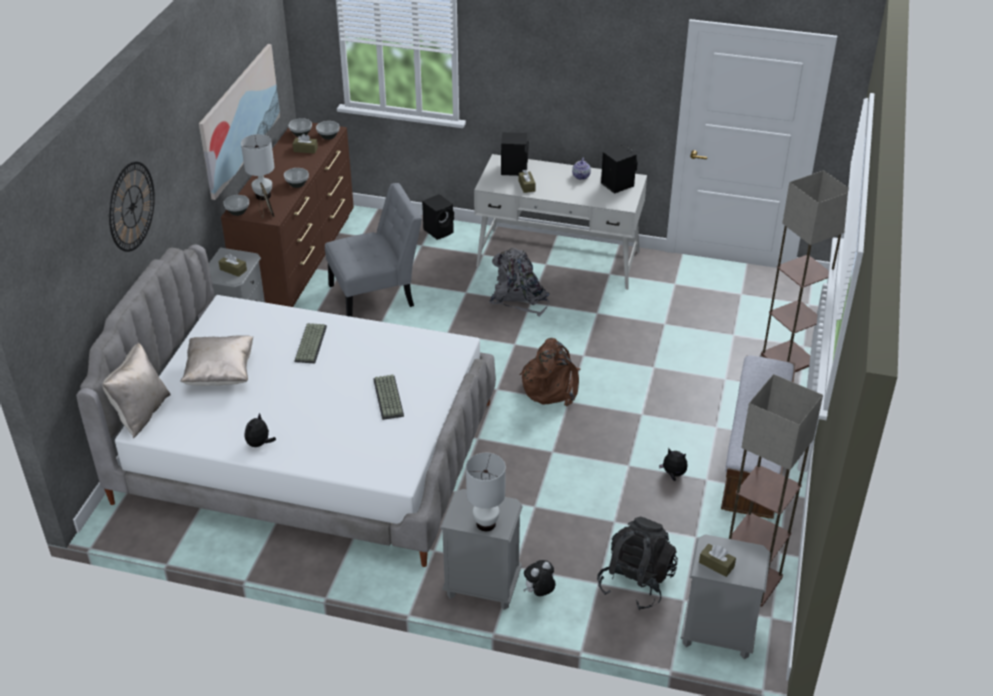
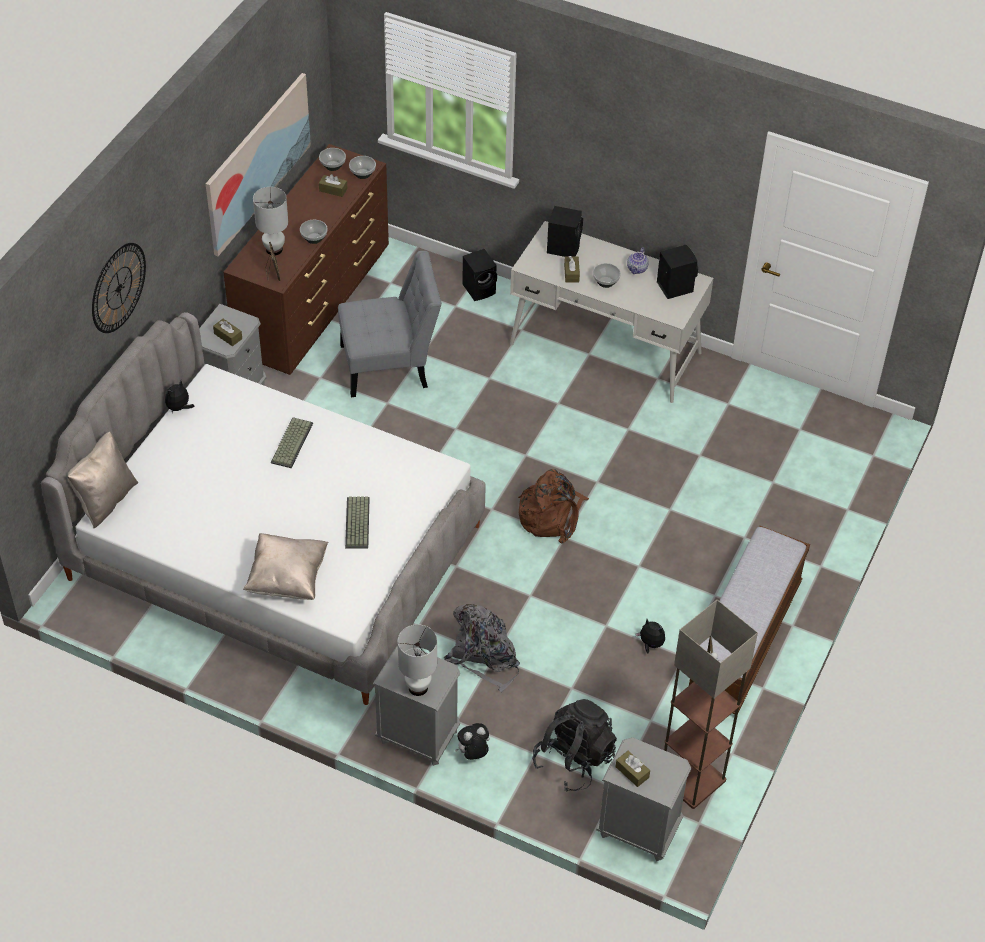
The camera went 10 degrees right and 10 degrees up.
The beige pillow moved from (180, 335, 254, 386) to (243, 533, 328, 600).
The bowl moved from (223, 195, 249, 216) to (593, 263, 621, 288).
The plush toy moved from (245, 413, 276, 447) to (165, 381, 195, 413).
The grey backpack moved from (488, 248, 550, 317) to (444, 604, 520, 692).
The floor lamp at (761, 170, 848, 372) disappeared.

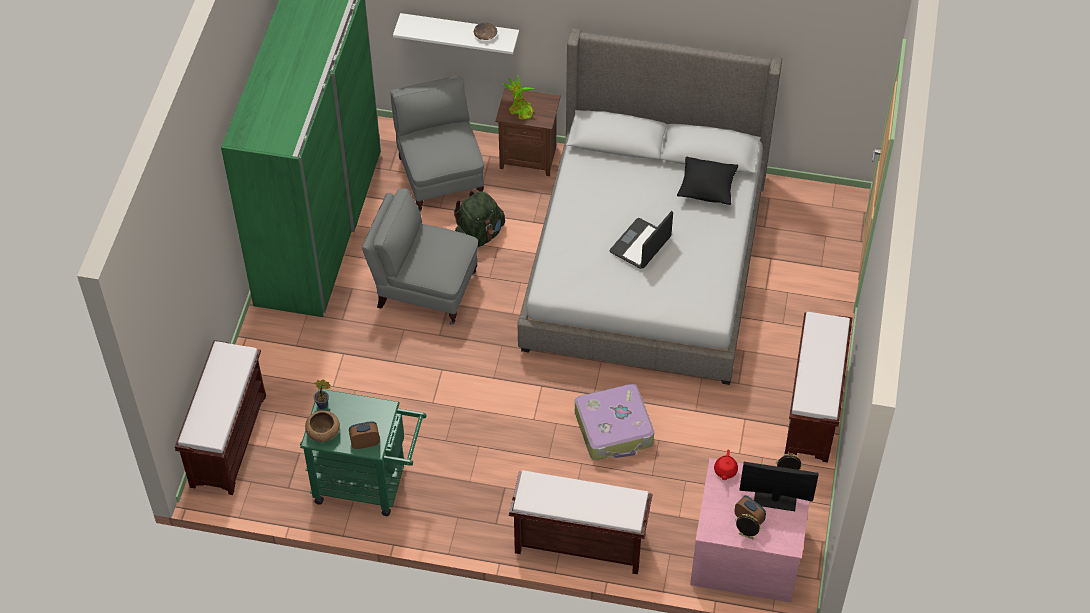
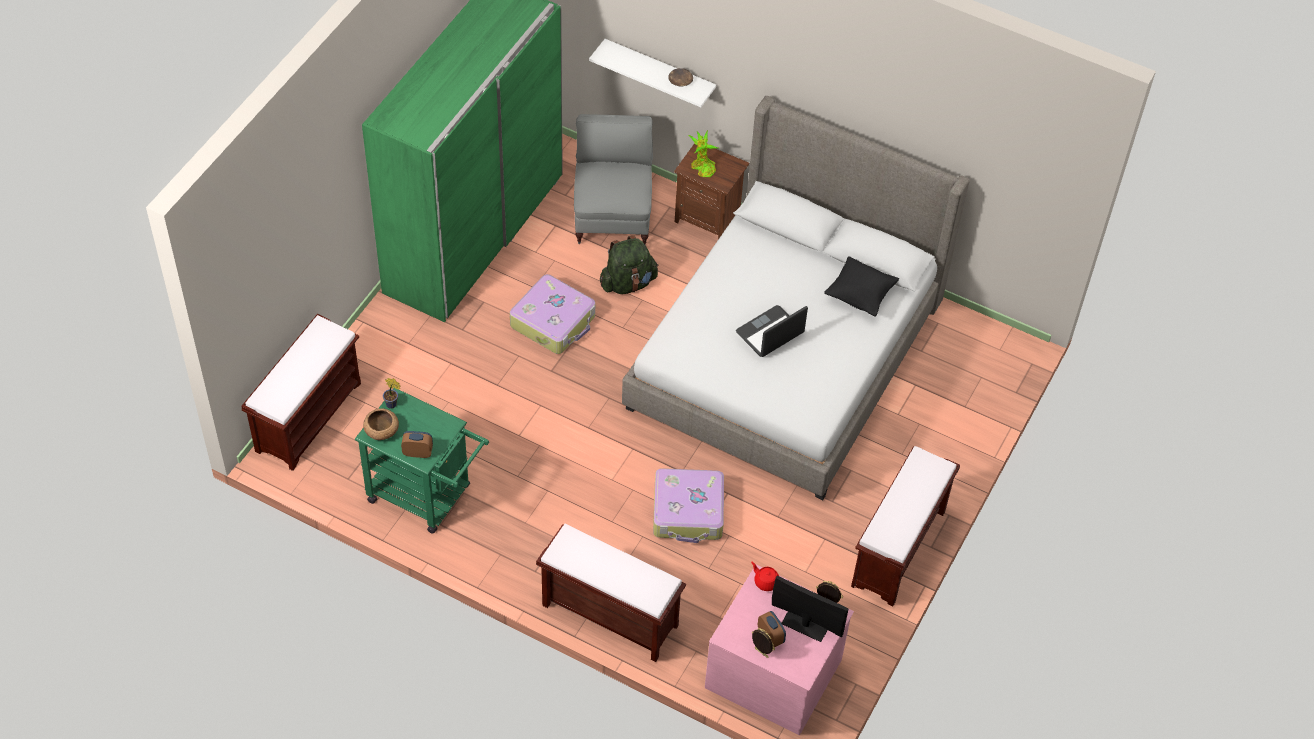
The camera went 15 degrees right and 0 degrees up.
The grey armchair at (362, 188, 478, 324) was replaced by the suitcase at (510, 274, 595, 354).
The red teapot at (714, 450, 738, 480) turned 105 degrees clockwise.

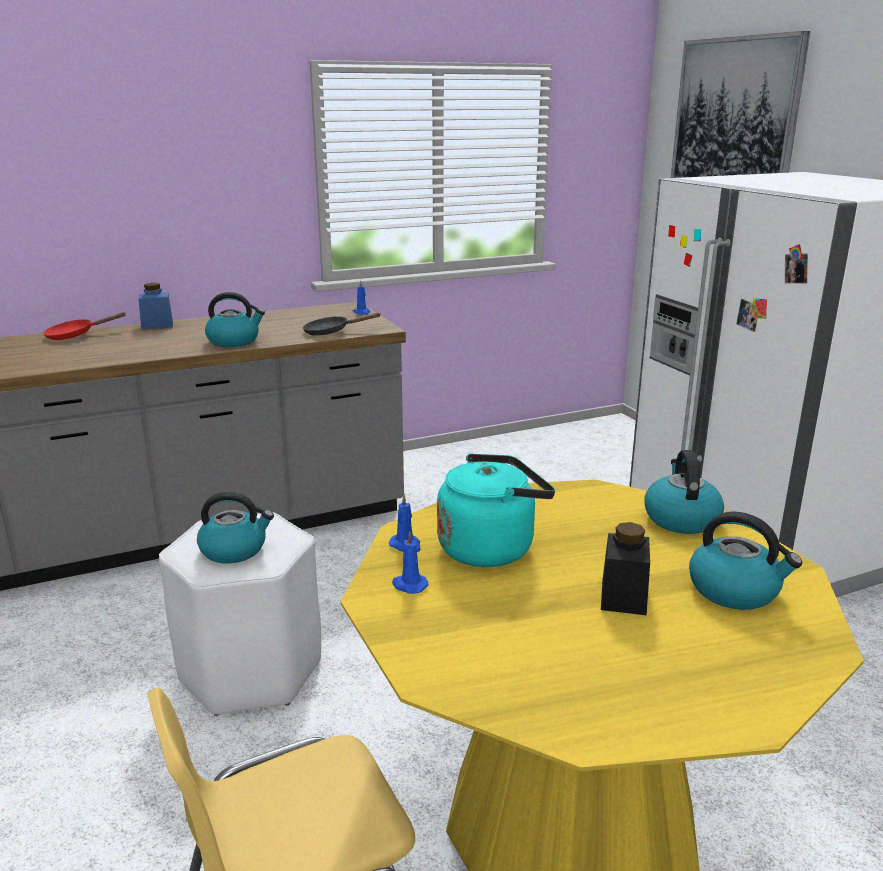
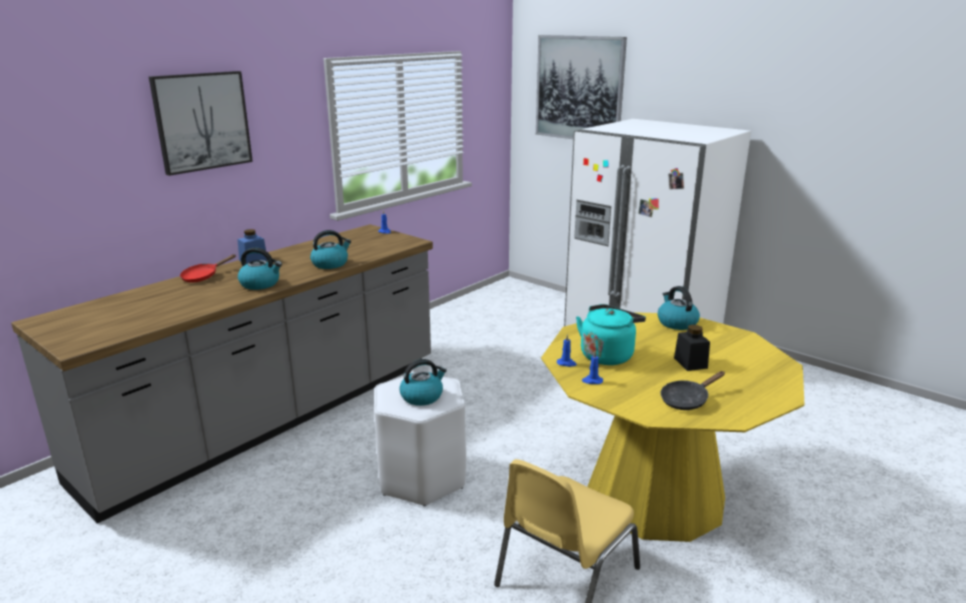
The camera went 25 degrees left and 0 degrees up.
The black frying pan moved from (303, 313, 381, 336) to (660, 371, 725, 410).
The kettle moved from (689, 511, 802, 610) to (238, 248, 282, 290).
The picture at (149, 71, 253, 176) appeared.

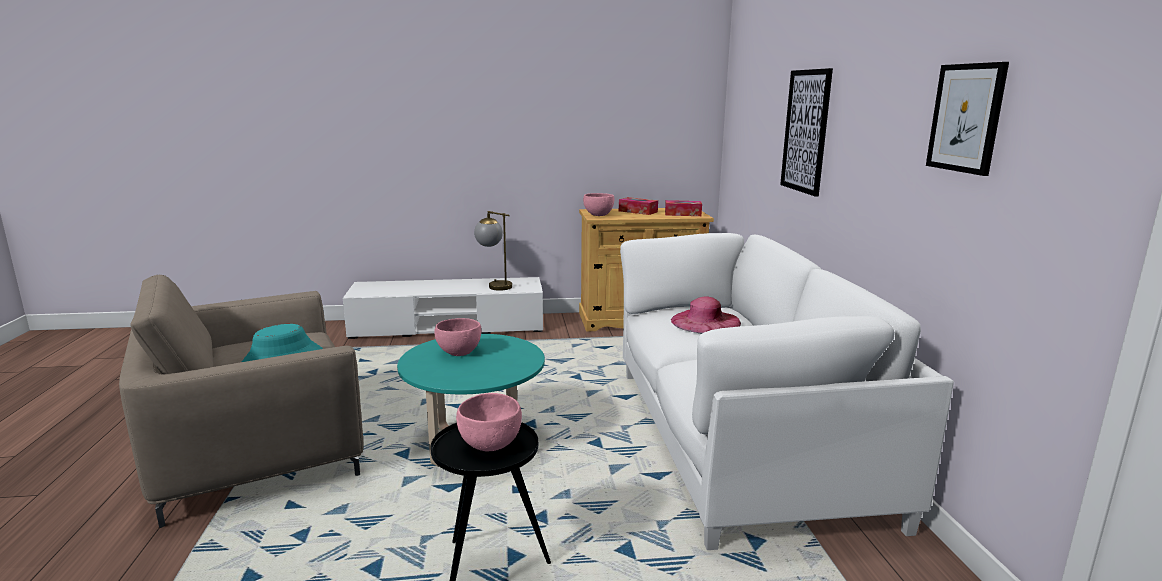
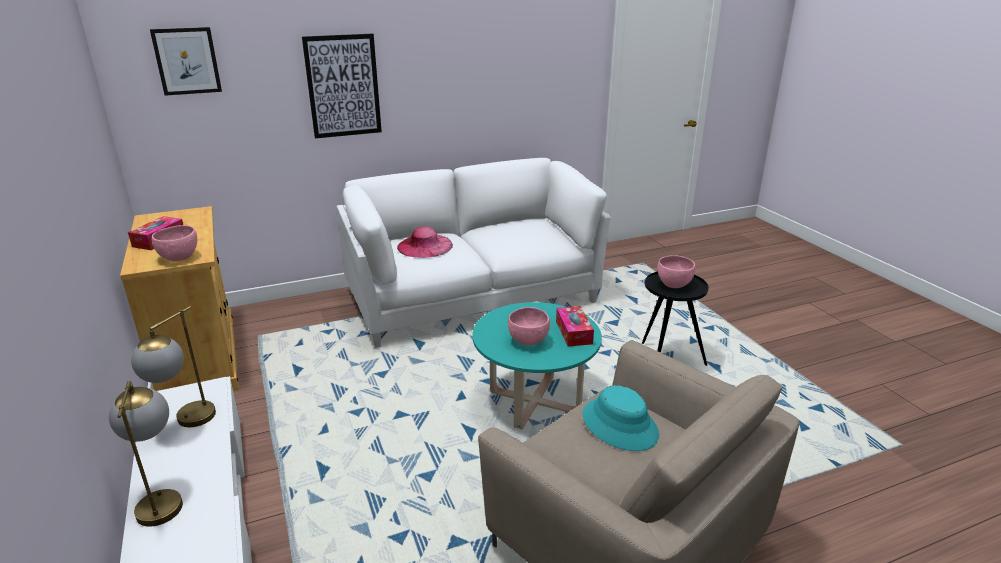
The camera went 105 degrees left and 10 degrees up.
The tissue box moved from (665, 200, 702, 216) to (556, 306, 594, 347).
The picture moved from (926, 62, 1009, 176) to (150, 27, 222, 96).
The table lamp at (109, 381, 183, 527) appeared.

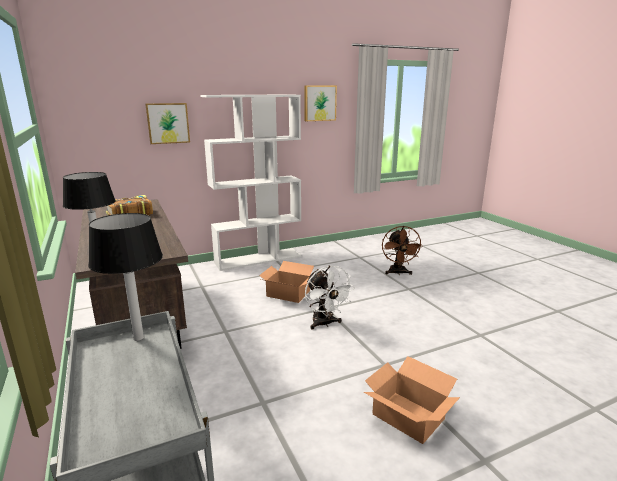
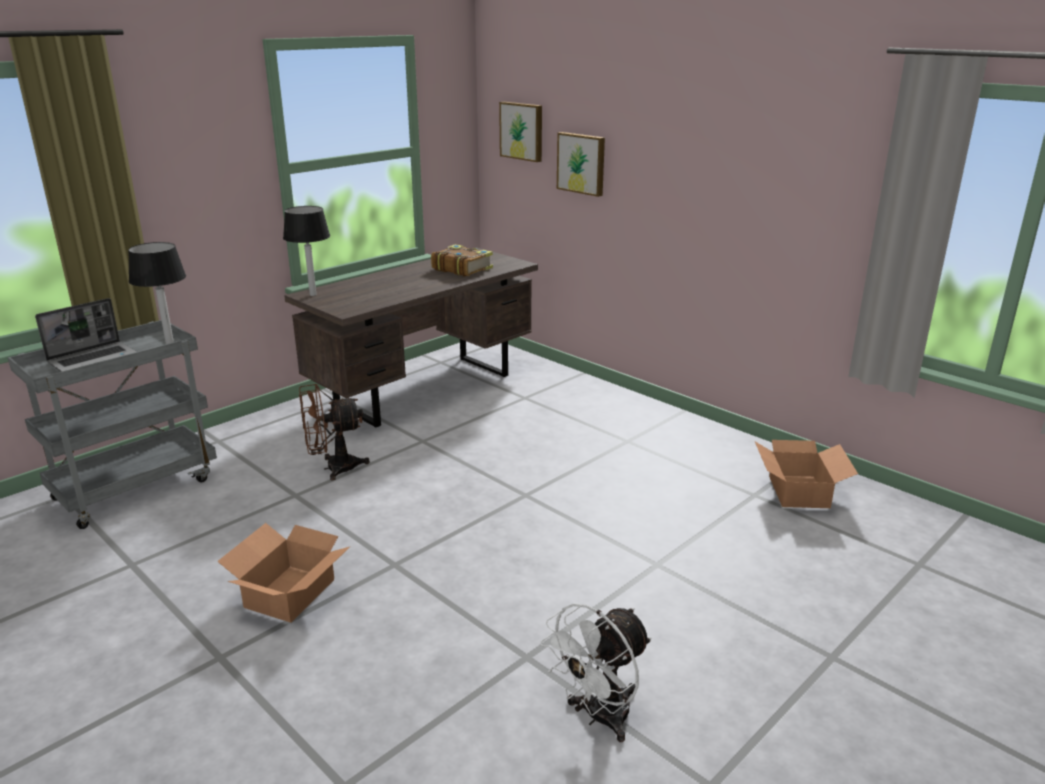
The camera went 70 degrees right and 5 degrees up.
The white bookcase at (201, 94, 302, 271) disappeared.
The cardboard box moved from (259, 261, 314, 303) to (755, 440, 858, 508).
The picture moved from (304, 85, 337, 121) to (499, 102, 542, 162).
The white fan moved from (305, 265, 355, 329) to (540, 603, 651, 742).
The brown fan moved from (382, 226, 423, 275) to (299, 384, 370, 481).
The laptop at (35, 298, 137, 372) appeared.

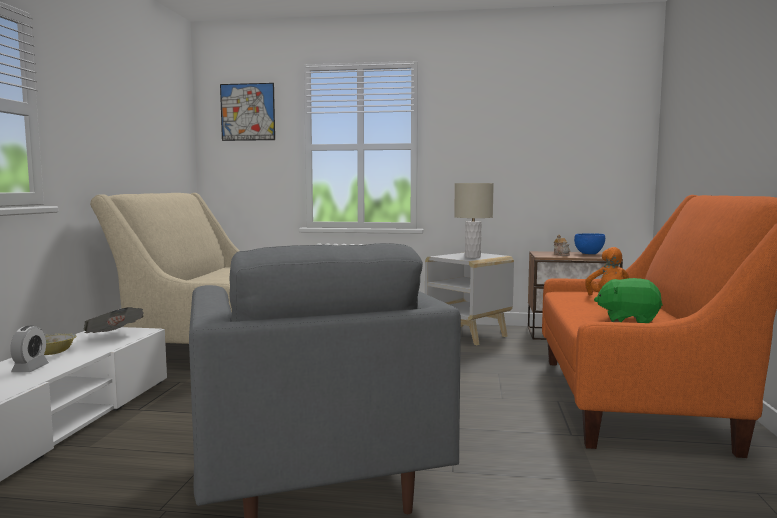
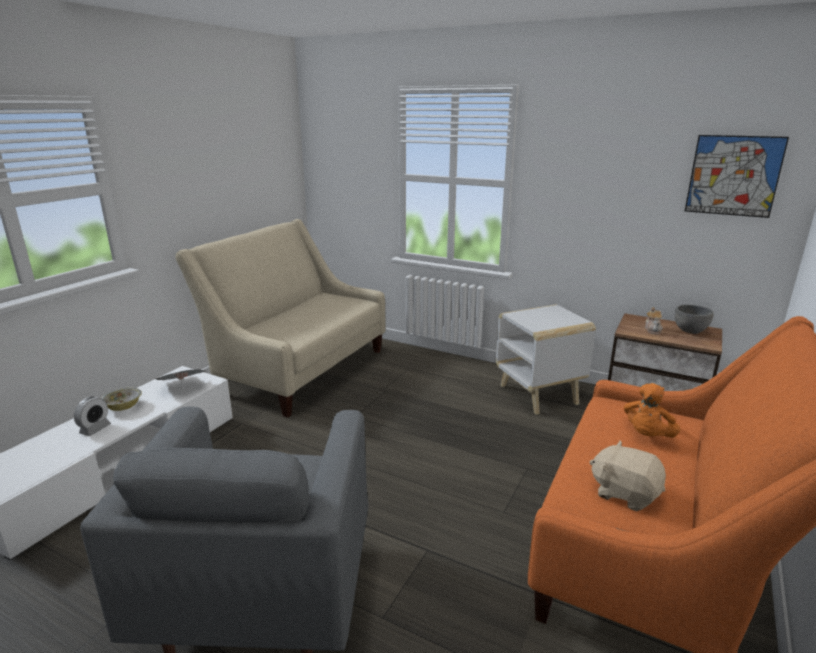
The camera went 20 degrees right and 15 degrees up.
The picture moved from (220, 83, 275, 141) to (685, 135, 789, 218).
The beige table lamp at (454, 183, 494, 258) disappeared.
The blue bowl at (574, 234, 605, 254) became the grey bowl at (674, 305, 714, 334).
The green plush toy at (594, 278, 663, 323) became the beige plush toy at (589, 441, 666, 511).

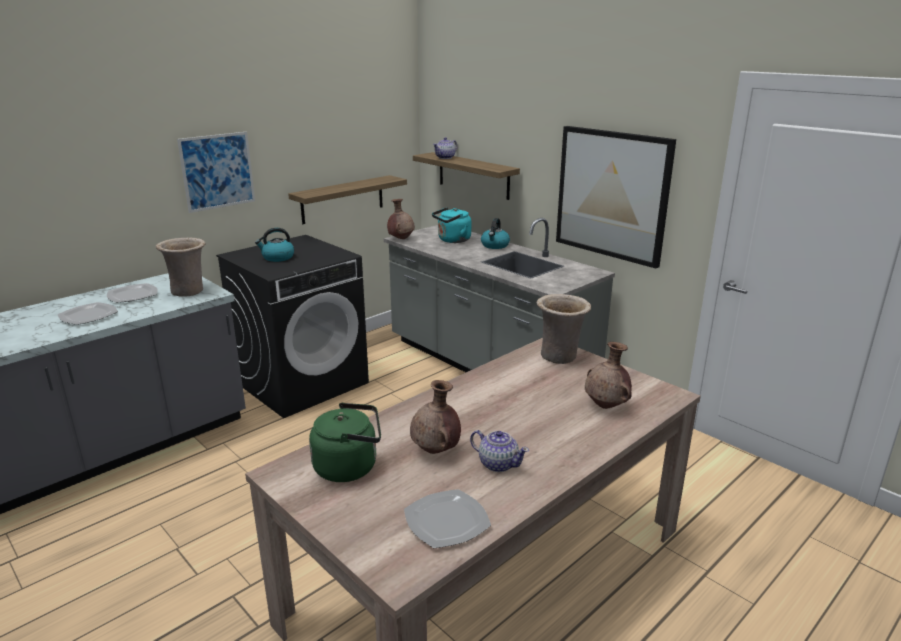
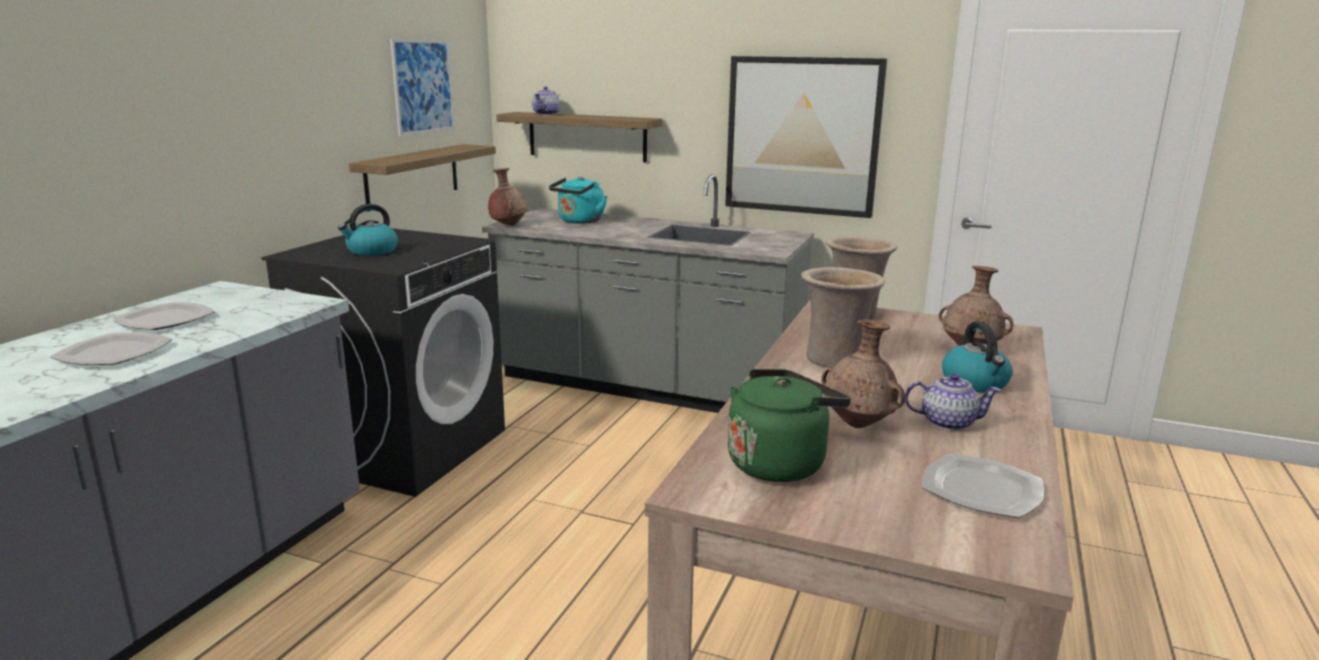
The camera went 25 degrees left and 5 degrees down.
The beige vase moved from (156, 238, 205, 297) to (801, 267, 885, 368).
The picture moved from (177, 132, 255, 213) to (390, 39, 455, 136).
The kettle moved from (481, 218, 510, 249) to (942, 321, 1013, 393).

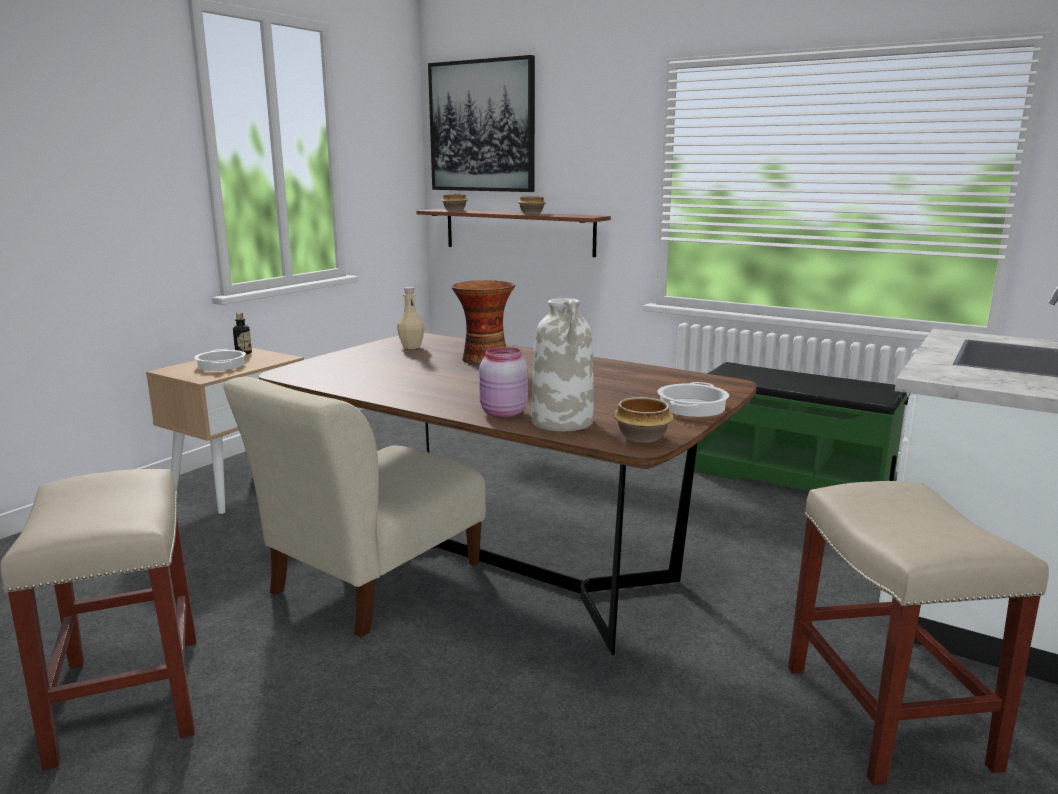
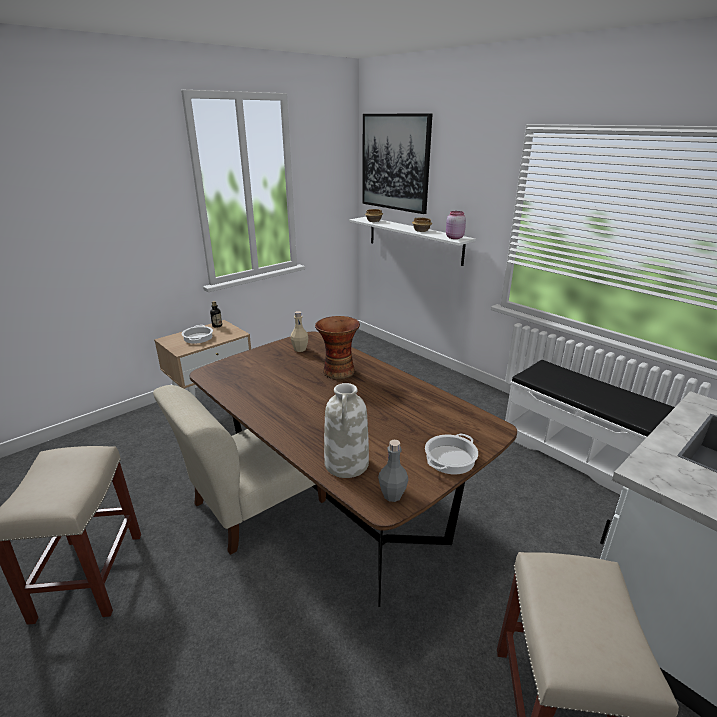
The camera went 15 degrees right and 10 degrees up.
The brown shelf at (416, 209, 611, 257) became the white shelf at (349, 217, 476, 266).
The pink jar moved from (479, 347, 528, 418) to (446, 211, 466, 239).
The bowl at (613, 397, 674, 443) was replaced by the grey bottle at (378, 440, 408, 502).
The green bench at (694, 362, 907, 491) became the white bench at (505, 360, 675, 495).

